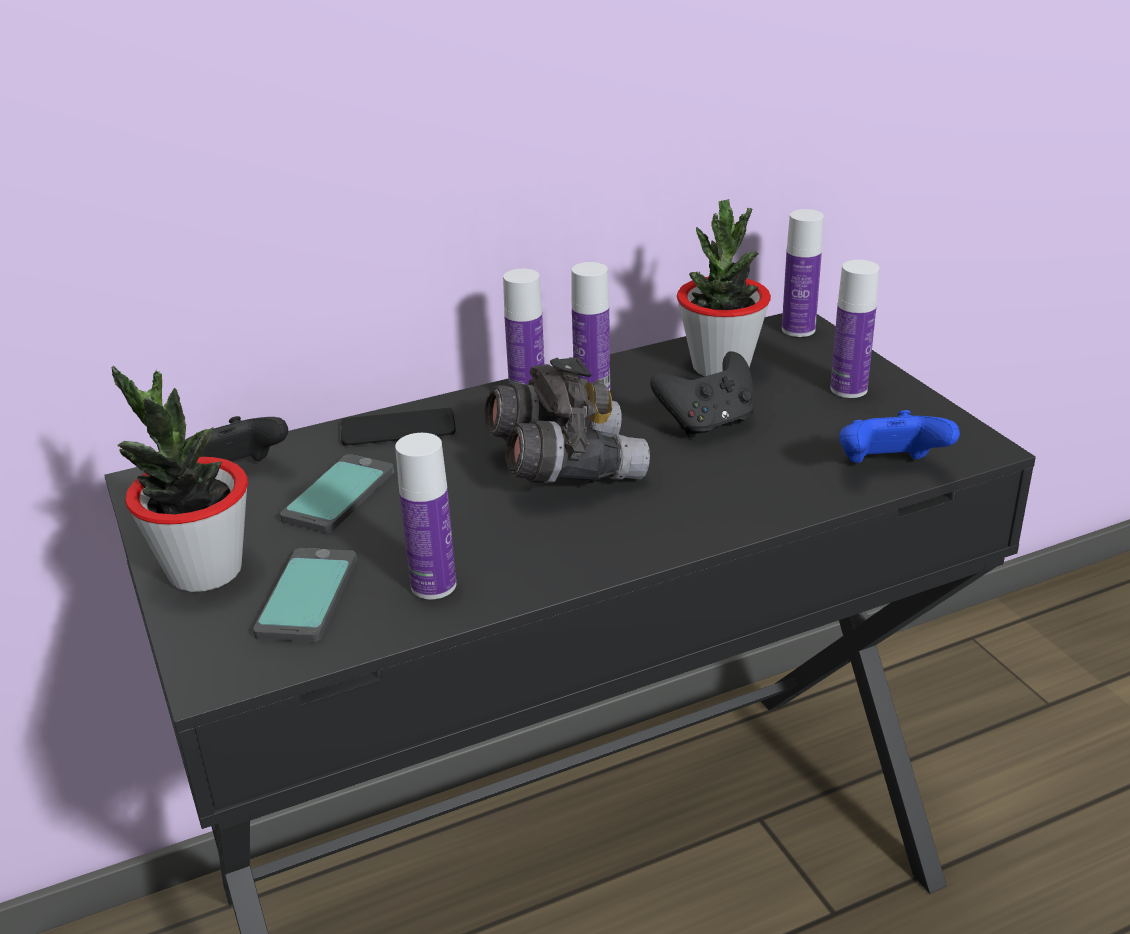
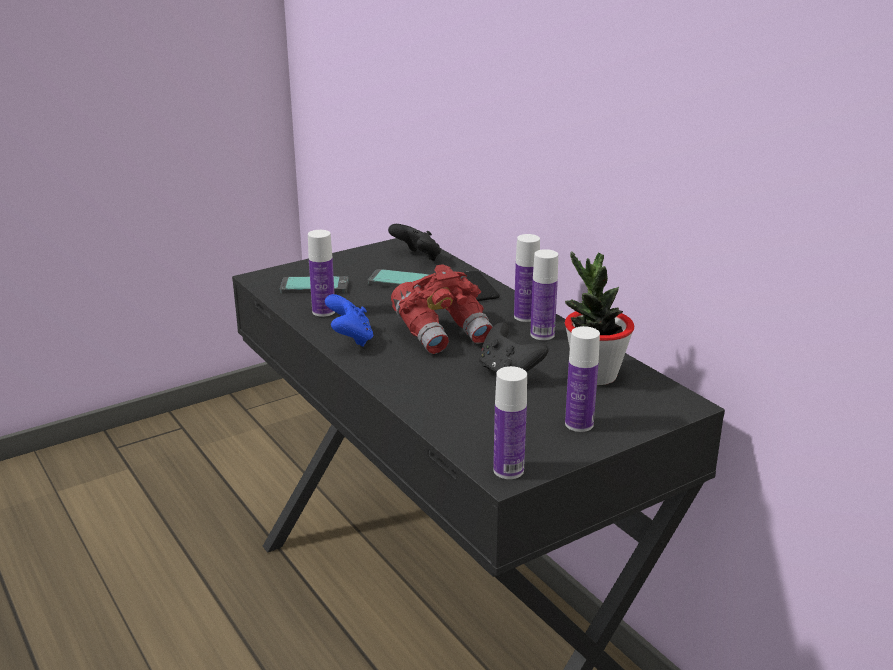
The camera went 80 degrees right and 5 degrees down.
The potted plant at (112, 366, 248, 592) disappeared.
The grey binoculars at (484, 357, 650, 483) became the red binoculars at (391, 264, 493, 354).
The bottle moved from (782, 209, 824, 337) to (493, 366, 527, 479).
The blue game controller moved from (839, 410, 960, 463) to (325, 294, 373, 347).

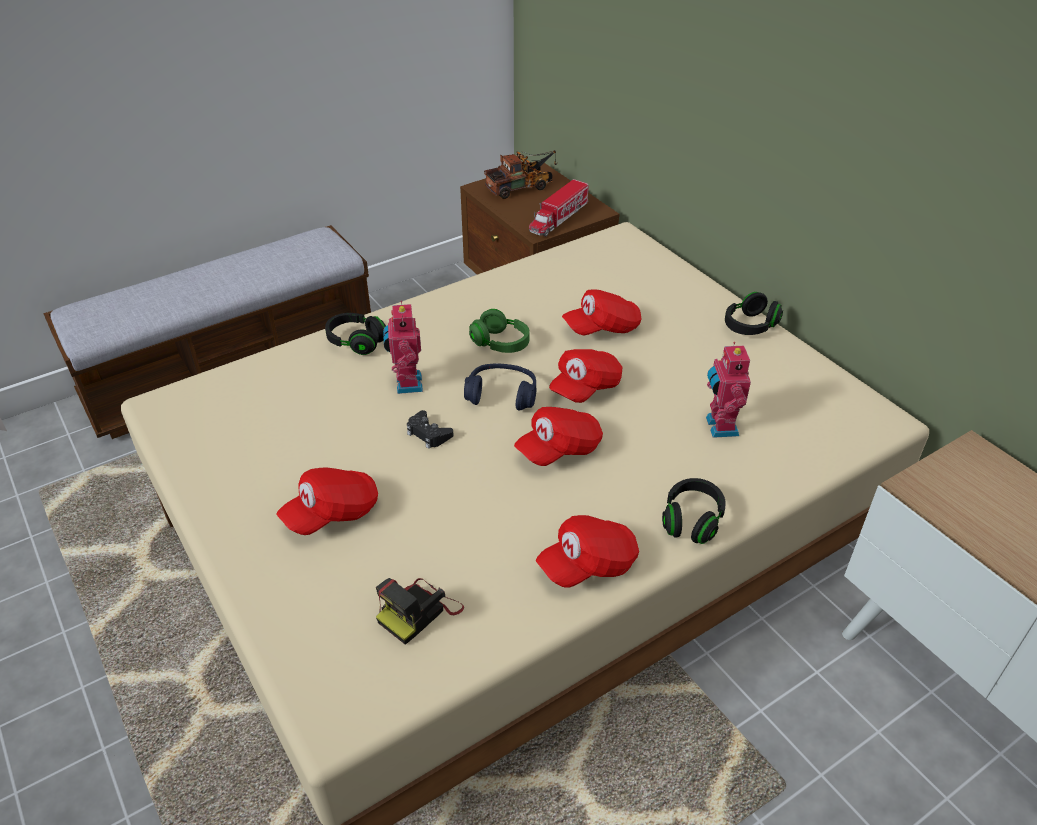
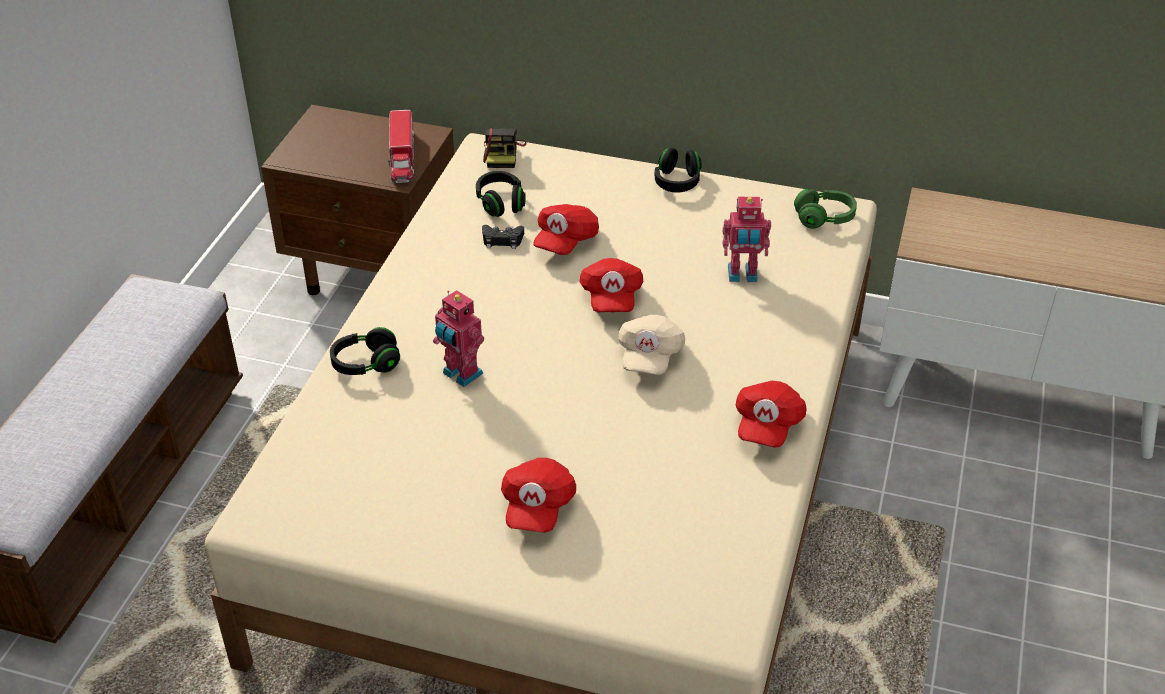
The camera went 40 degrees left and 0 degrees up.
The photo camera moved from (376, 578, 464, 645) to (483, 128, 527, 168).
The black game controller moved from (407, 410, 454, 449) to (482, 225, 524, 249).
The blue headphones at (464, 363, 536, 410) disappeared.
The green headphones moved from (469, 309, 530, 353) to (794, 189, 857, 229).
The toy truck at (484, 150, 557, 199) disappeared.
The red cap at (514, 407, 603, 466) became the beige cap at (618, 315, 685, 375).
The black headphones moved from (662, 478, 726, 544) to (476, 171, 526, 217).
The toy robot at (706, 342, 751, 438) turned 45 degrees counterclockwise.

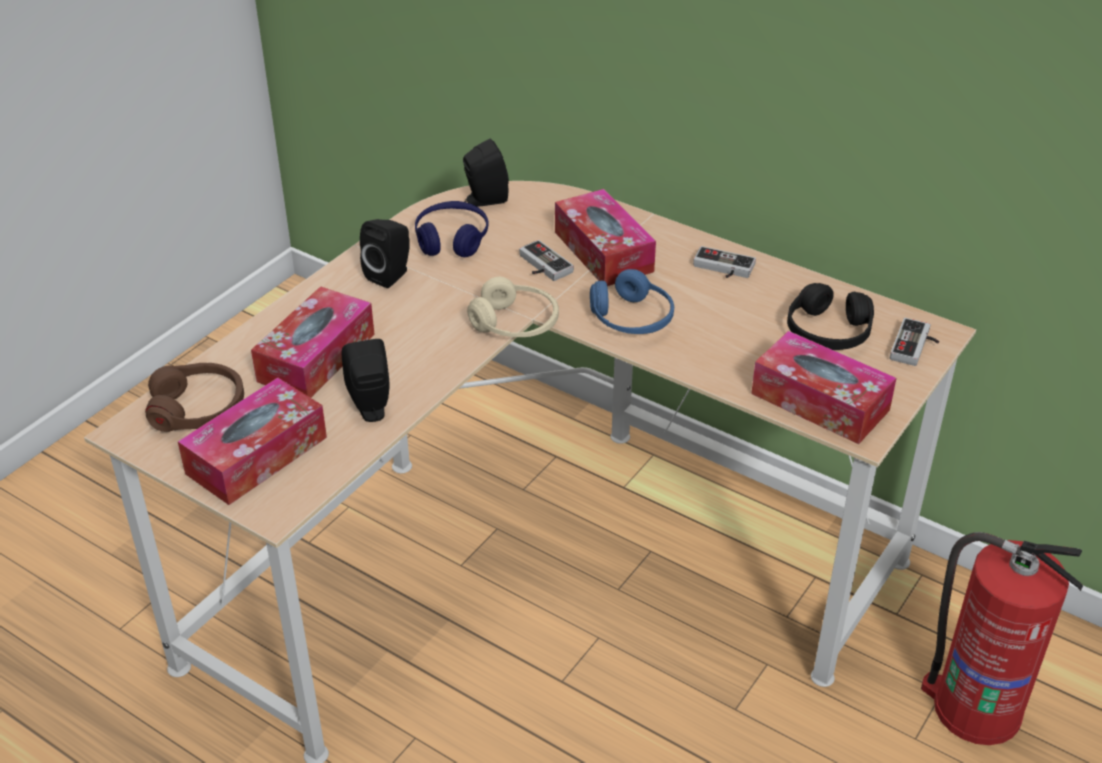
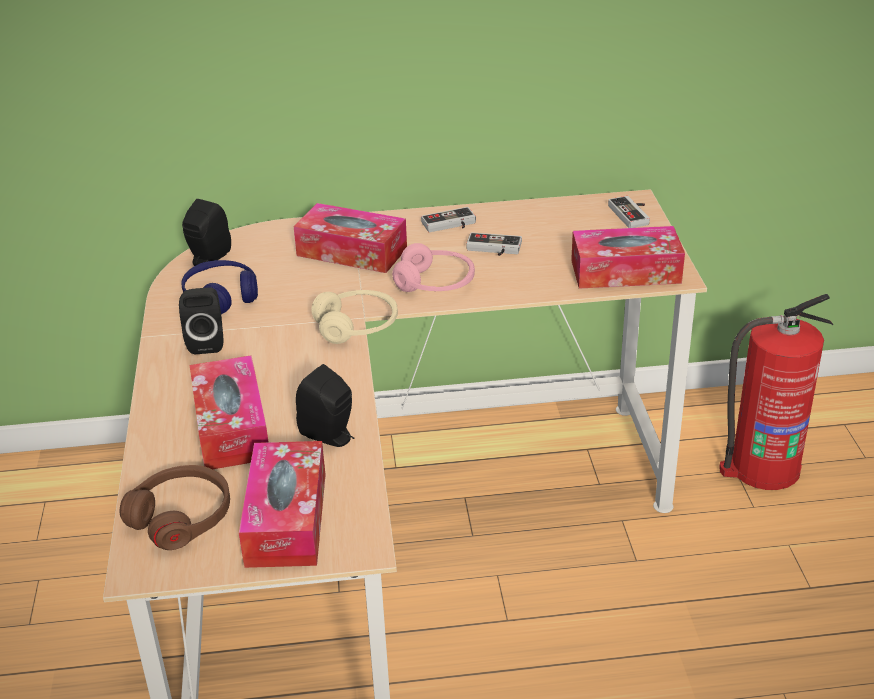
The camera went 40 degrees left and 5 degrees down.
The game controller moved from (519, 240, 574, 281) to (467, 232, 522, 256).
The blue headphones at (590, 269, 674, 334) became the pink headphones at (392, 243, 475, 292).
The black headphones at (787, 283, 874, 350) disappeared.

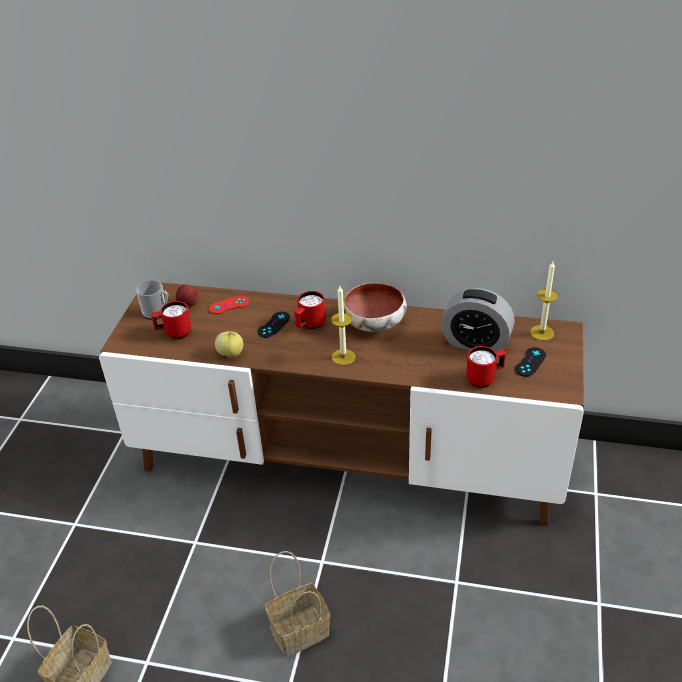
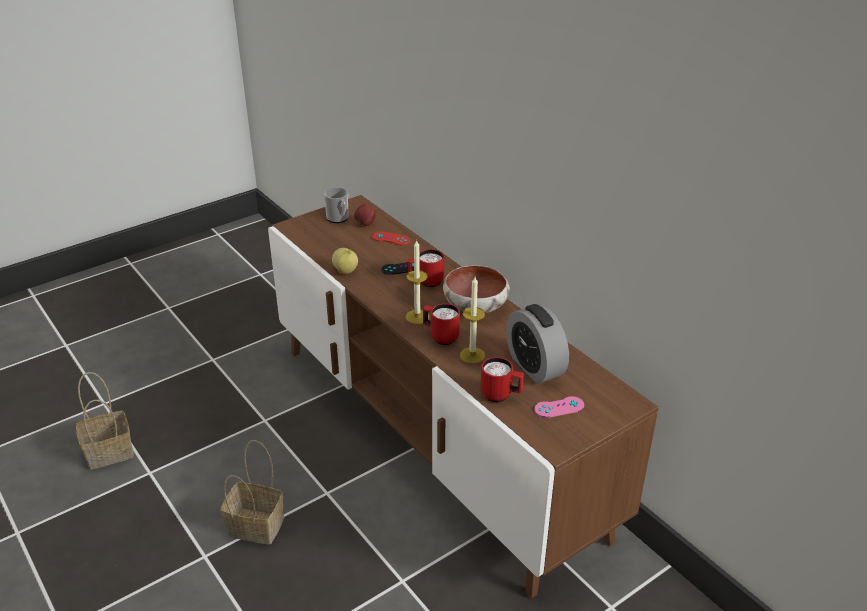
The camera went 40 degrees right and 5 degrees down.
The red mug moved from (151, 301, 191, 339) to (423, 303, 460, 345).
The black game controller at (515, 347, 546, 377) became the pink game controller at (535, 396, 584, 418).
The candle moved from (530, 261, 558, 341) to (460, 277, 485, 364).

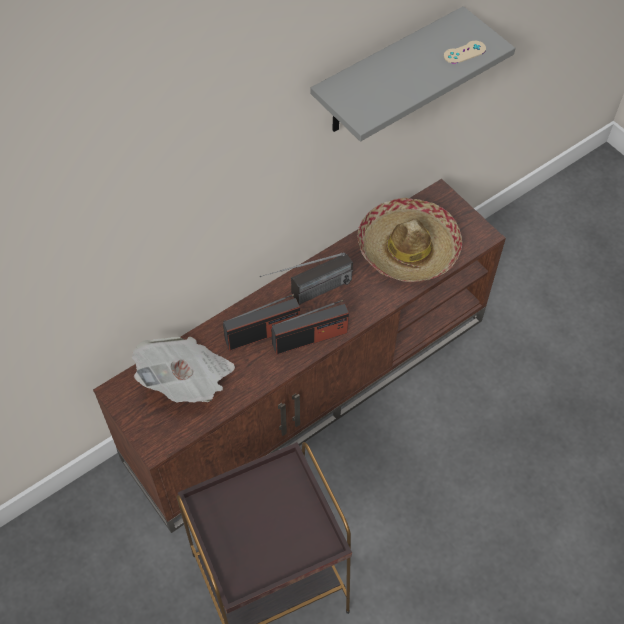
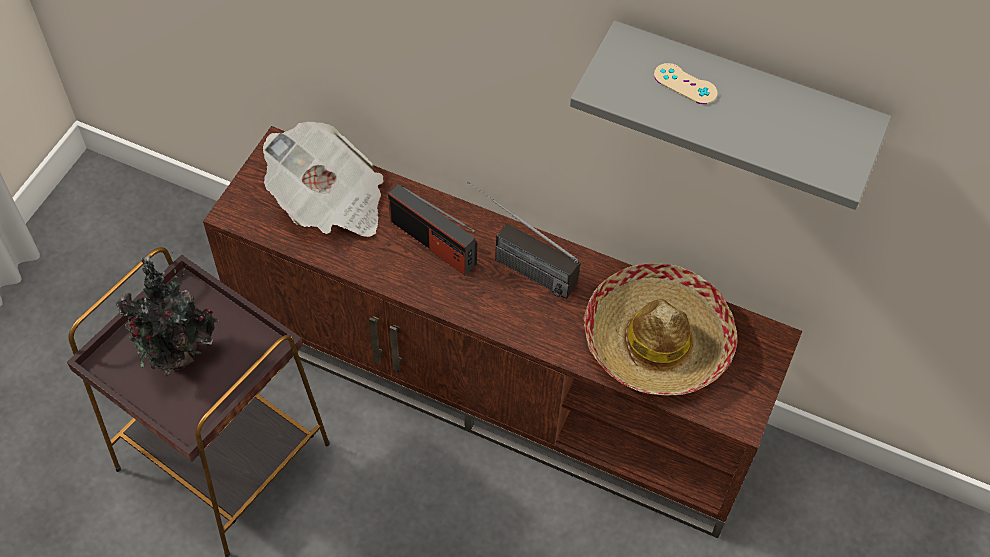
The camera went 60 degrees right and 0 degrees up.
The radio at (271, 299, 349, 355) disappeared.
The beige game controller moved from (444, 41, 486, 64) to (654, 63, 718, 104).
The potted plant at (116, 252, 219, 376) appeared.

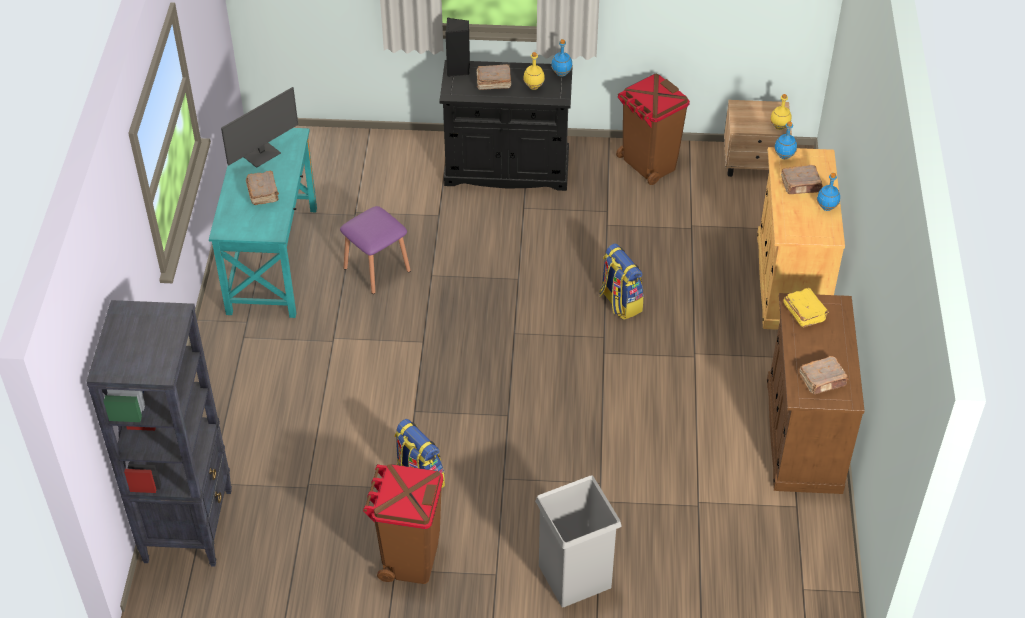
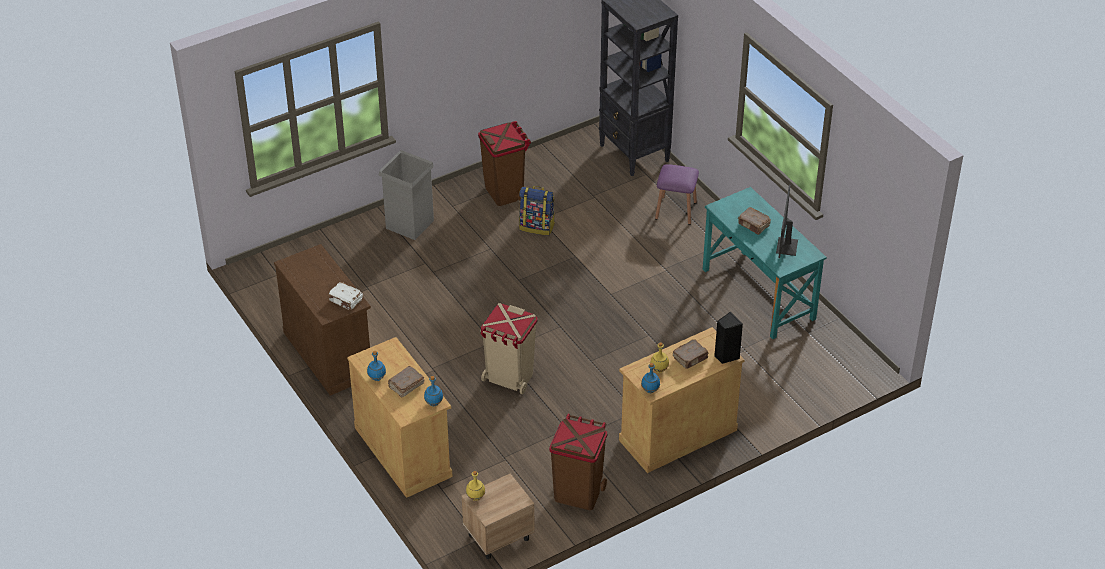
The camera went 145 degrees right and 5 degrees down.
The purple stool moved from (340, 206, 411, 294) to (655, 164, 699, 225).
The black cabinet at (439, 60, 573, 191) became the beige cabinet at (619, 327, 744, 473).
The backpack at (599, 244, 644, 320) was replaced by the beige trash can at (480, 303, 538, 394).
The yellow book at (783, 288, 829, 327) became the white book at (327, 282, 363, 310).
The brown book at (799, 356, 849, 394) disappeared.

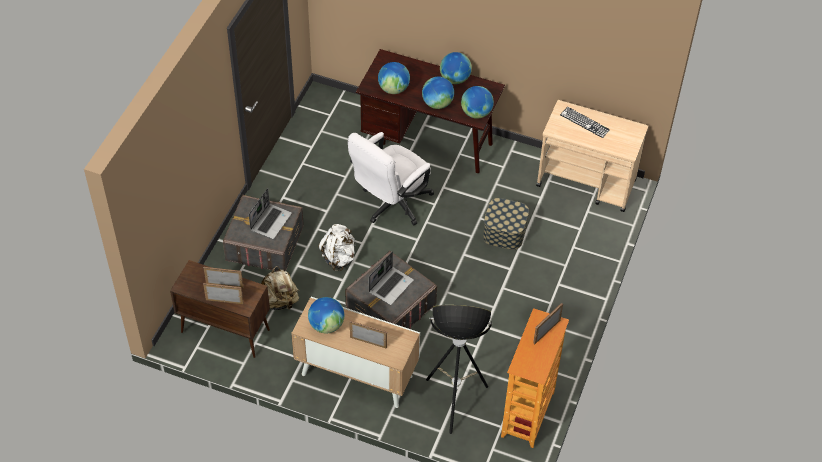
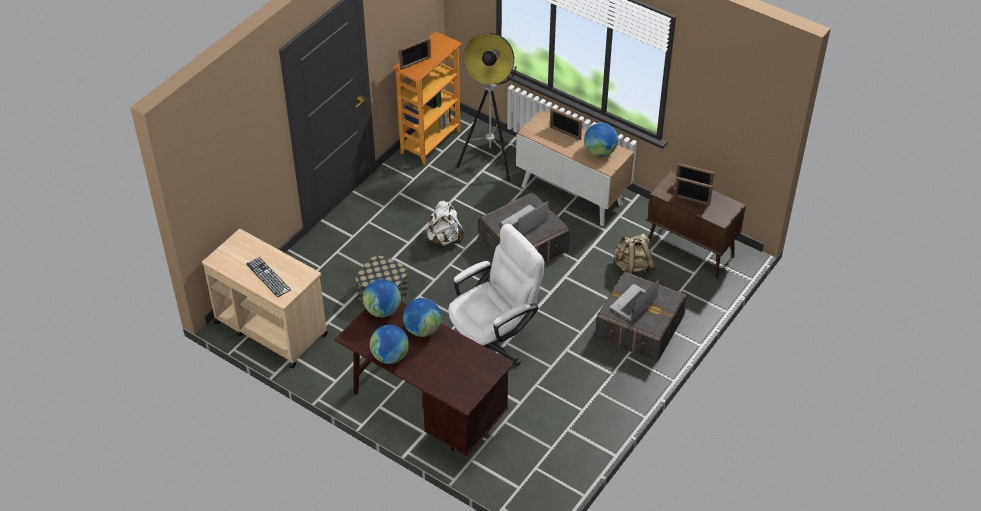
The camera went 165 degrees left and 5 degrees down.
The white backpack moved from (319, 224, 356, 271) to (426, 201, 464, 246).
The globe at (378, 62, 410, 94) disappeared.

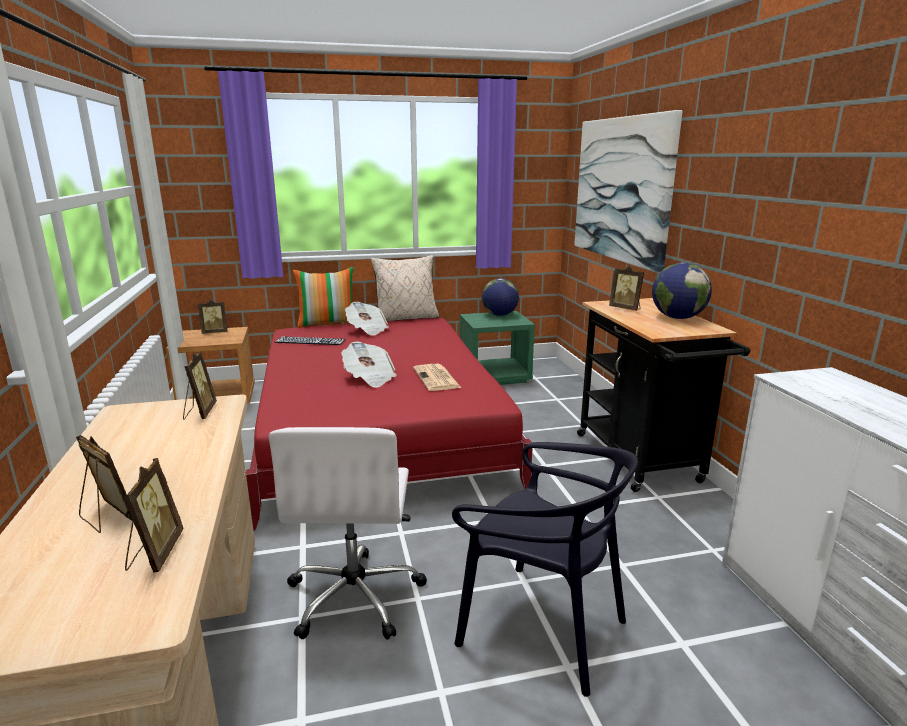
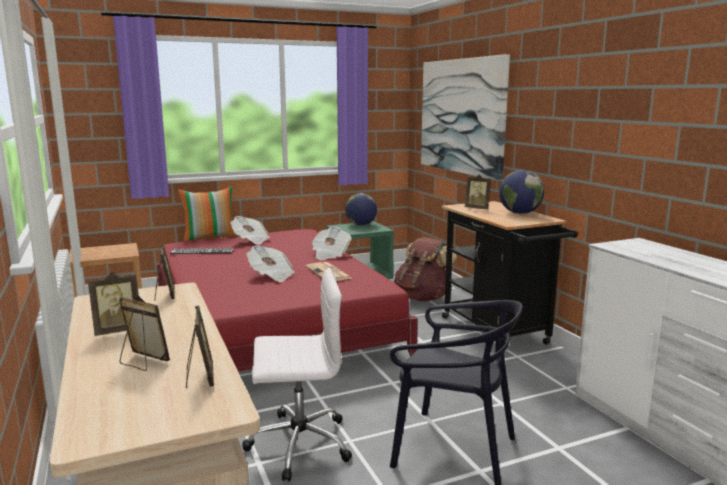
The camera went 10 degrees left and 5 degrees down.
The picture frame moved from (198, 299, 227, 334) to (88, 271, 139, 336).
The white office chair at (269, 427, 427, 640) turned 90 degrees counterclockwise.
The beige pillow at (370, 255, 439, 321) disappeared.
The newspaper at (312, 227, 352, 260) appeared.
The brown backpack at (394, 237, 457, 301) appeared.

